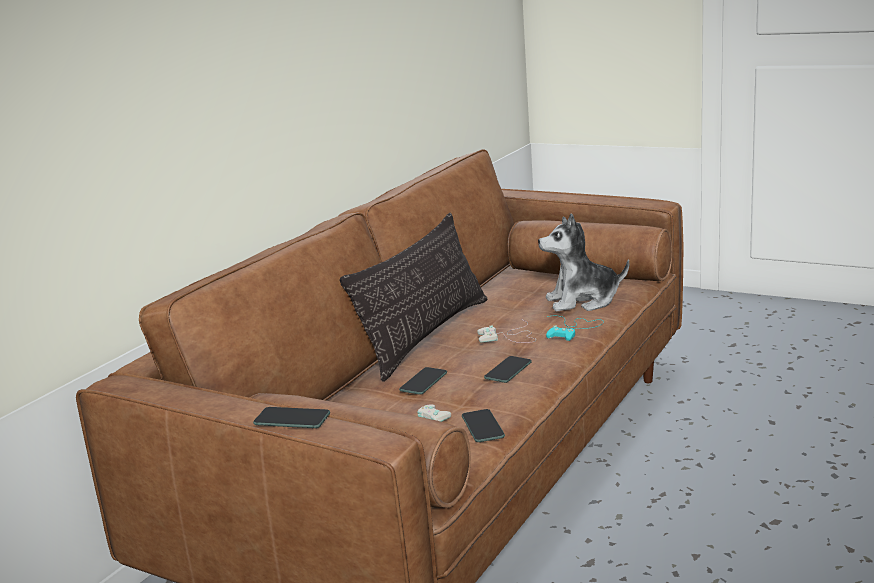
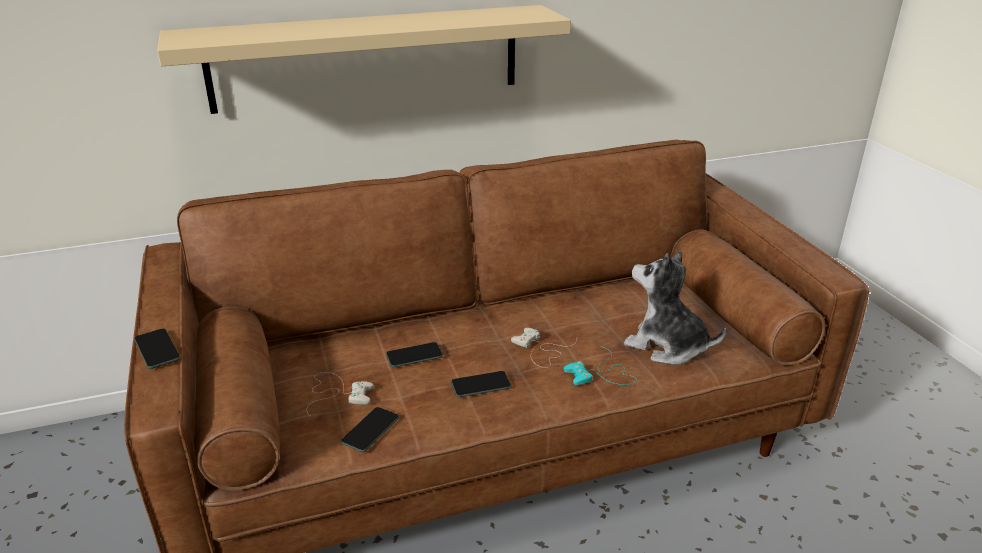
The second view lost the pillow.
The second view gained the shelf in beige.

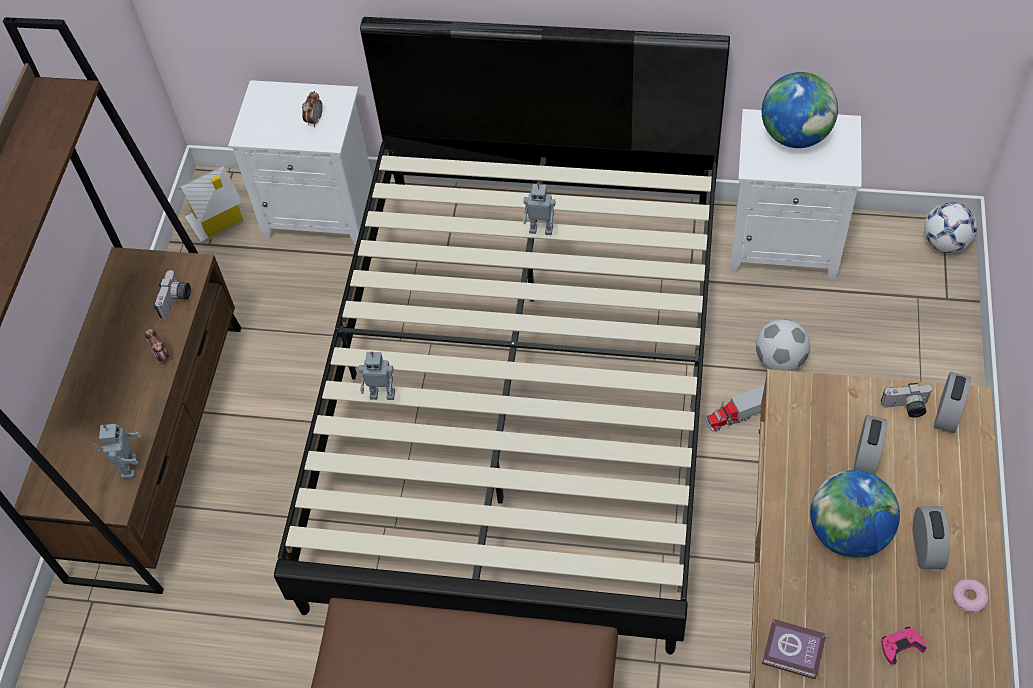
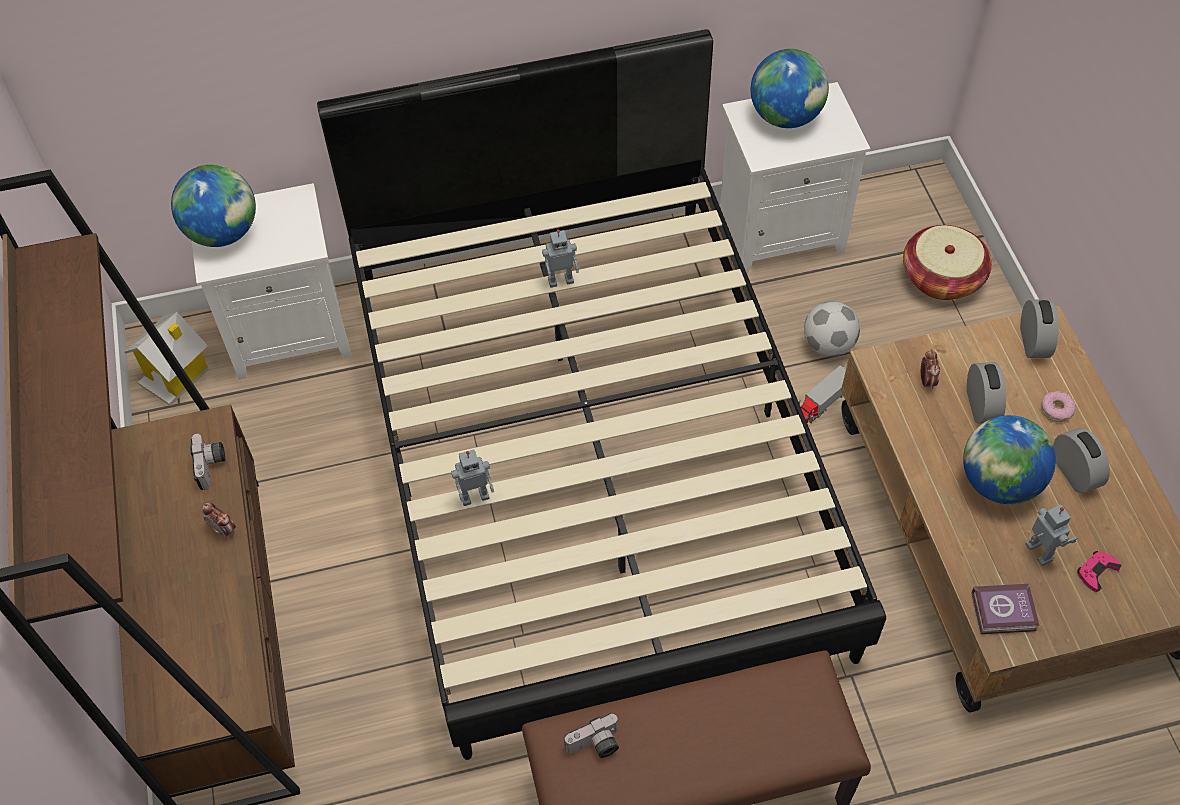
The alarm clock (no. 2 from left) ended up elsewhere.
The second view lost the football (no. 2 from left).
The photo camera (no. 2 from left) ended up elsewhere.
The toy robot (no. 1 from left in the first image) ended up elsewhere.
The donut ended up elsewhere.
The second view gained the globe (no. 1 from left).
The second view gained the basket.

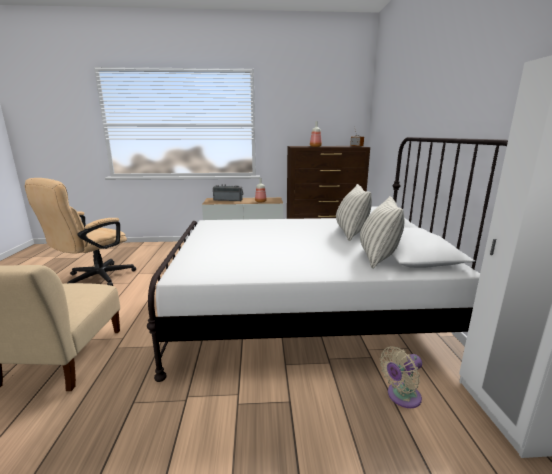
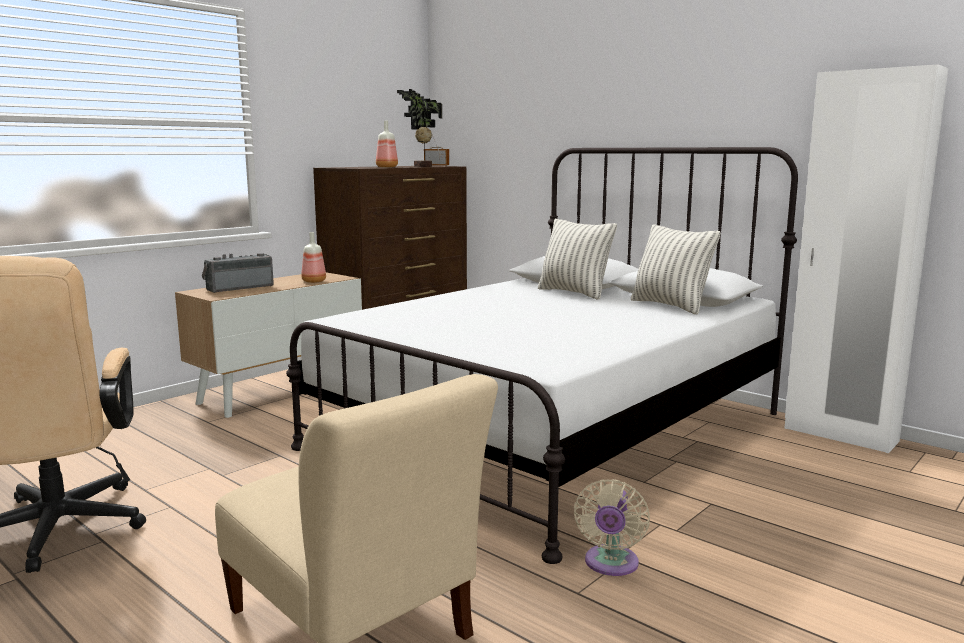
The fan in beige ended up elsewhere.
The second view gained the potted plant.

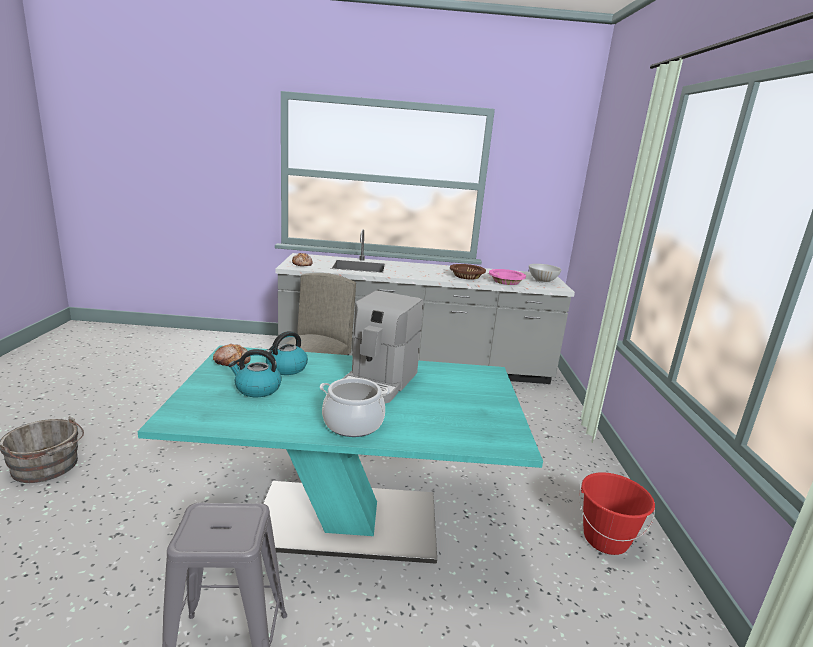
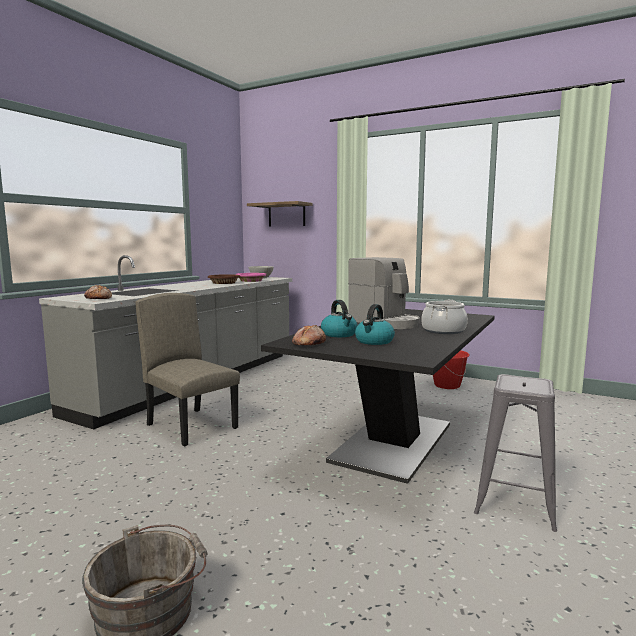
What was the dining table in turquoise turned into the dining table in black.
The second view gained the shelf.

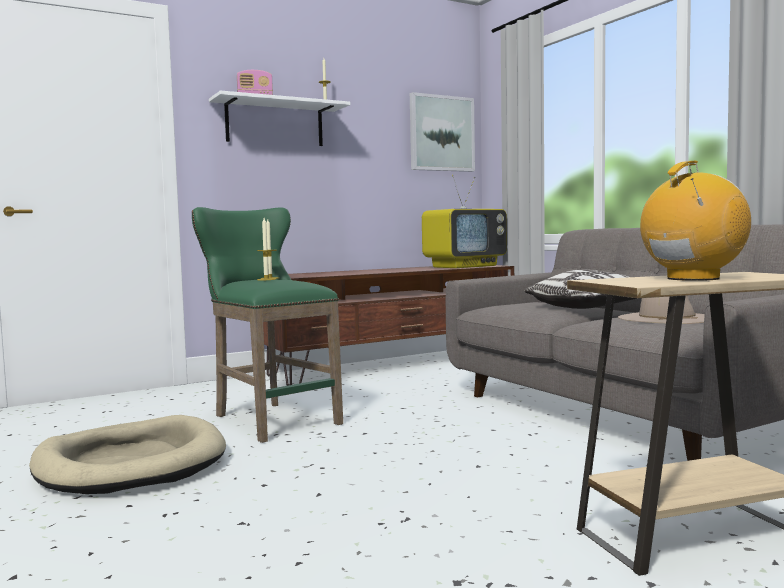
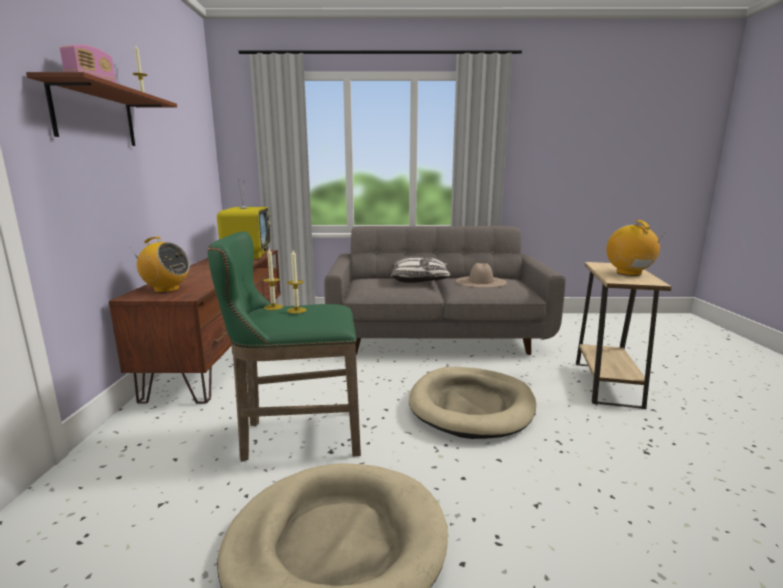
What was the shelf in white turned into the shelf in brown.
The second view lost the picture.
The second view gained the radio (no. 2 from left).
The second view gained the dog bed in beige (no. 2 from left).

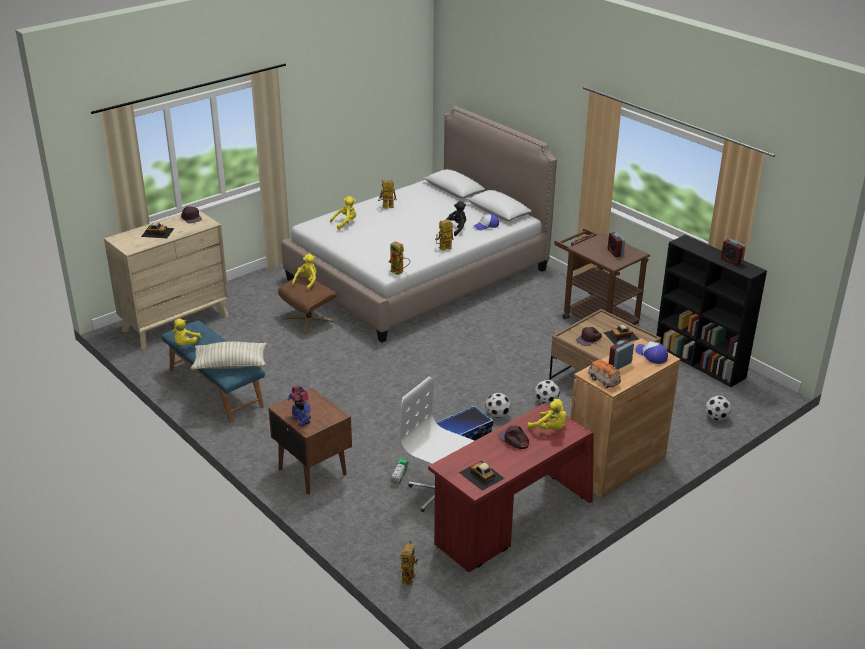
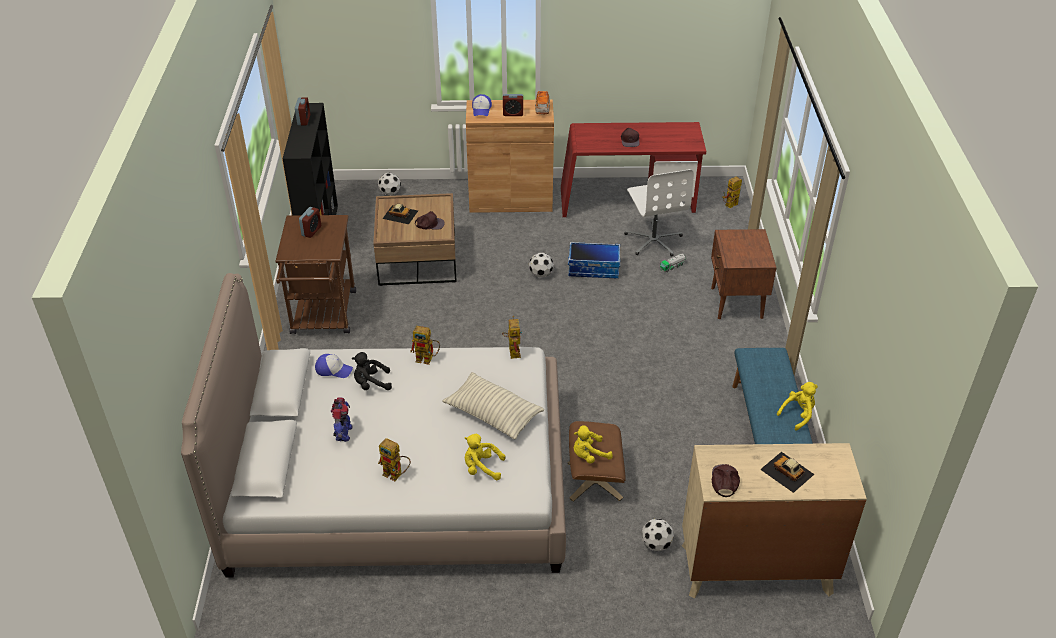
The pillow ended up elsewhere.
The football (no. 2 from left in the first image) ended up elsewhere.
The toy robot (no. 1 from left) ended up elsewhere.
The second view lost the plush toy in yellow (no. 4 from left).
The second view lost the toy car (no. 2 from left).

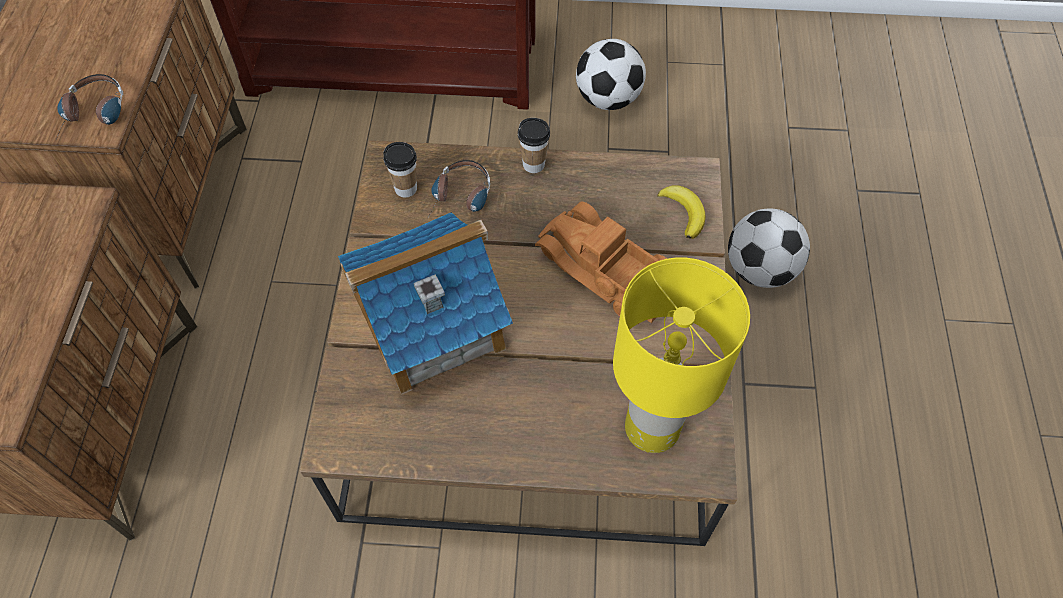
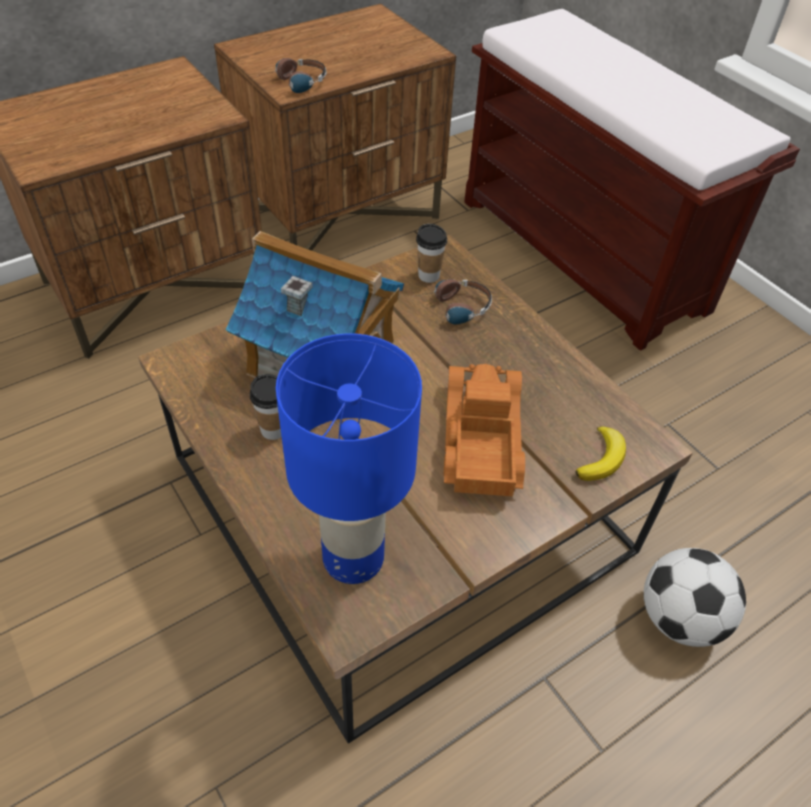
The second view lost the football (no. 1 from left).
The cup (no. 2 from left in the first image) ended up elsewhere.
What was the table lamp in yellow turned into the table lamp in blue.

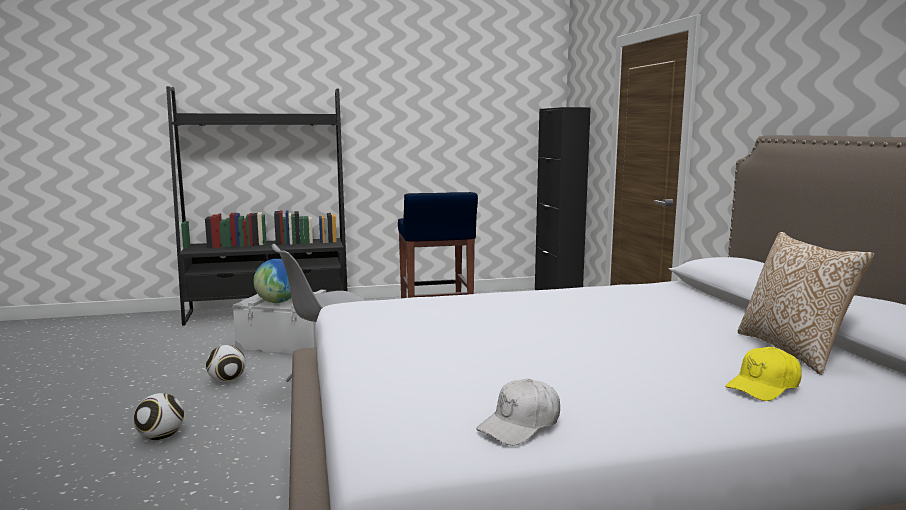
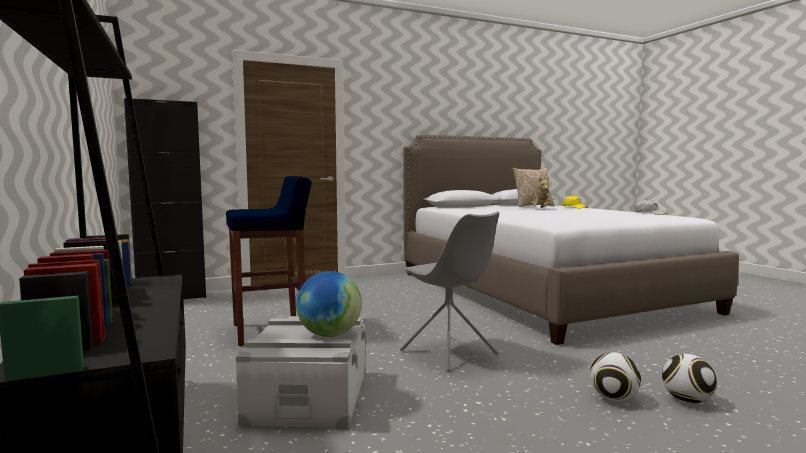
The football (no. 2 from left) ended up elsewhere.
The second view gained the plush toy.

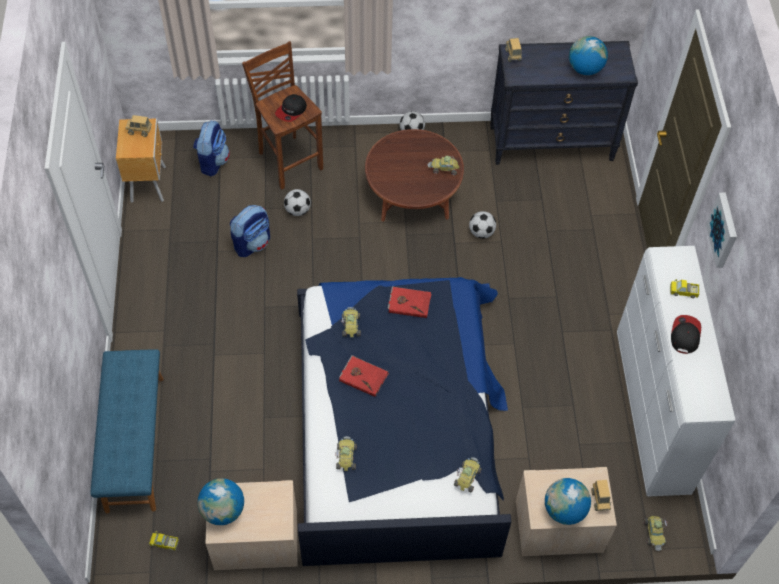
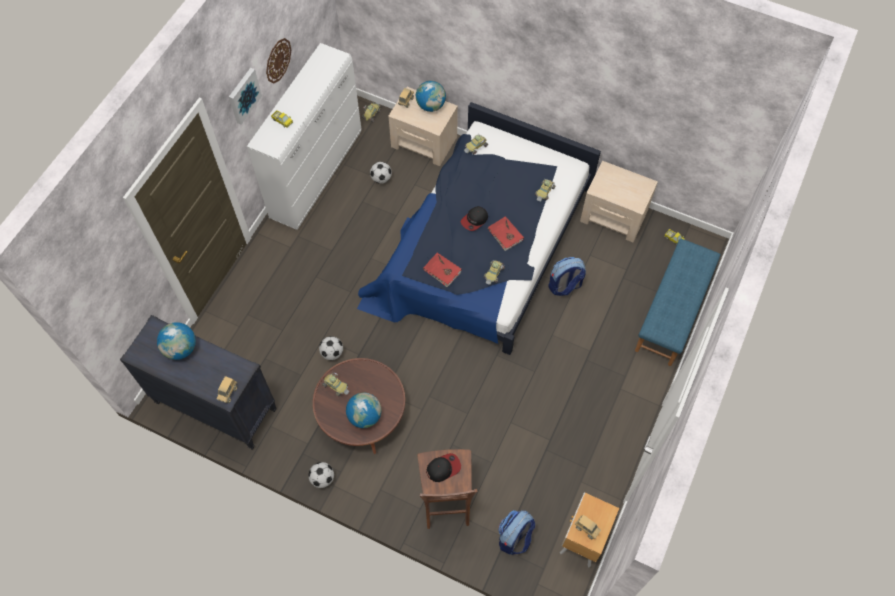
The football (no. 1 from left in the first image) ended up elsewhere.
The backpack (no. 2 from left) ended up elsewhere.
The cap (no. 2 from left) ended up elsewhere.
The globe (no. 1 from left in the first image) ended up elsewhere.
The second view gained the wall clock.

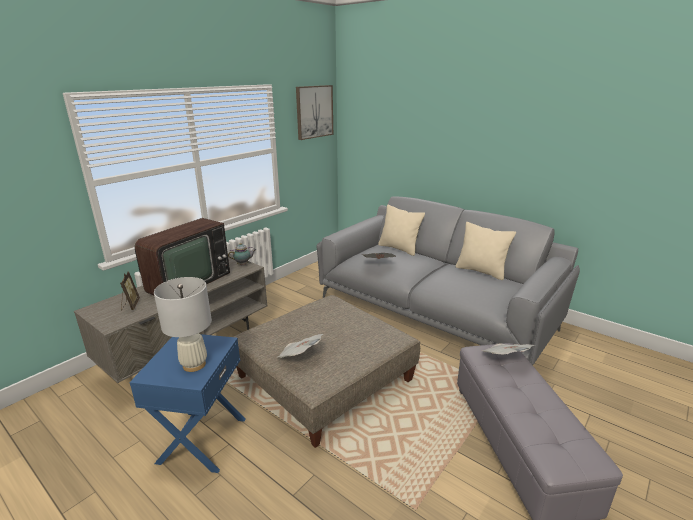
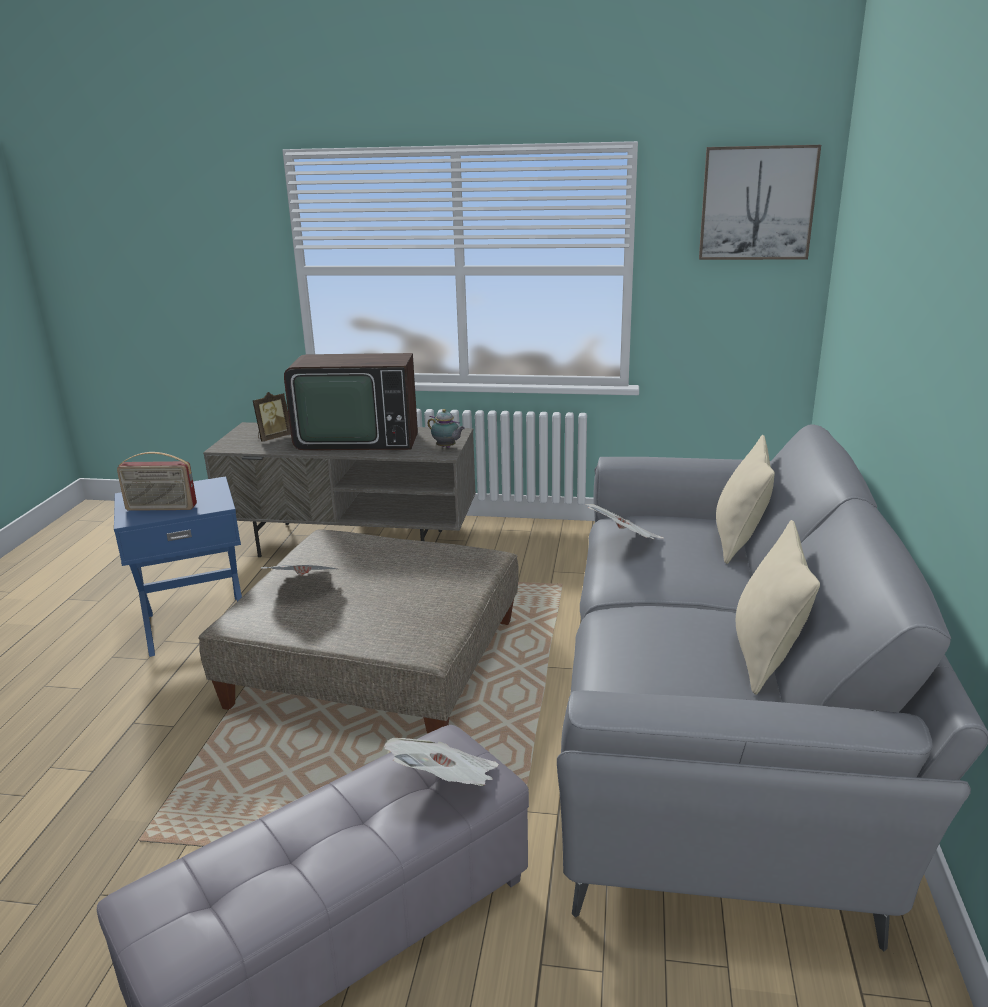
Where the table lamp in white stood, the radio came to stand.

